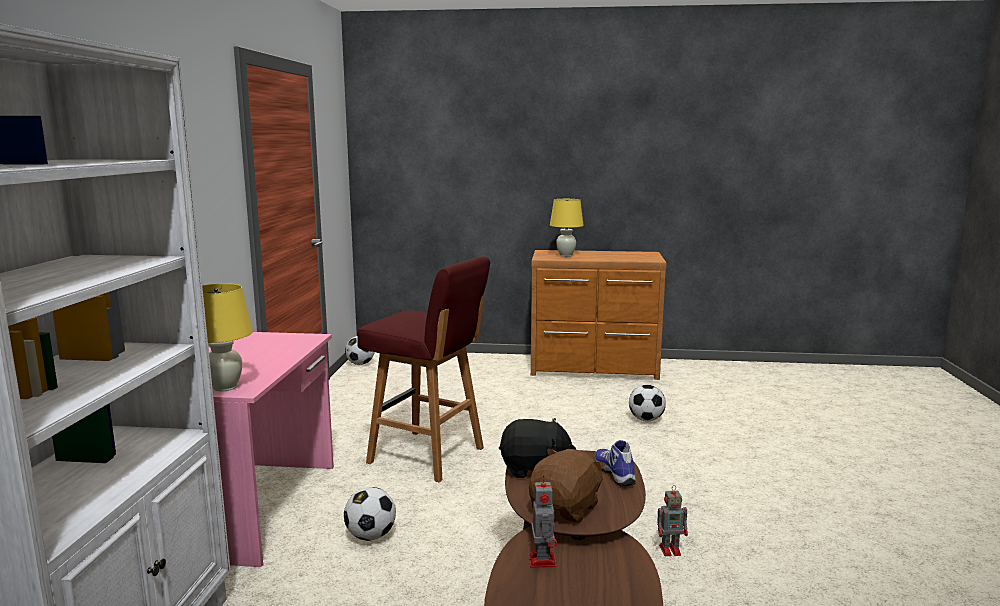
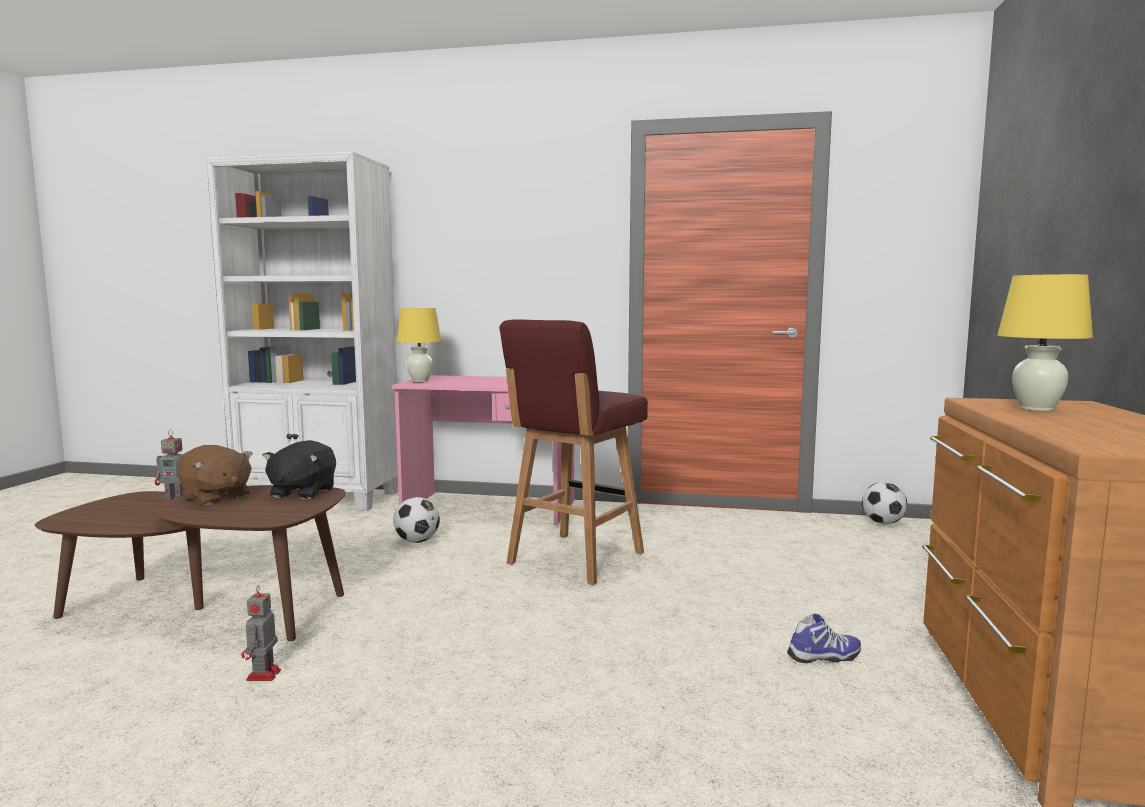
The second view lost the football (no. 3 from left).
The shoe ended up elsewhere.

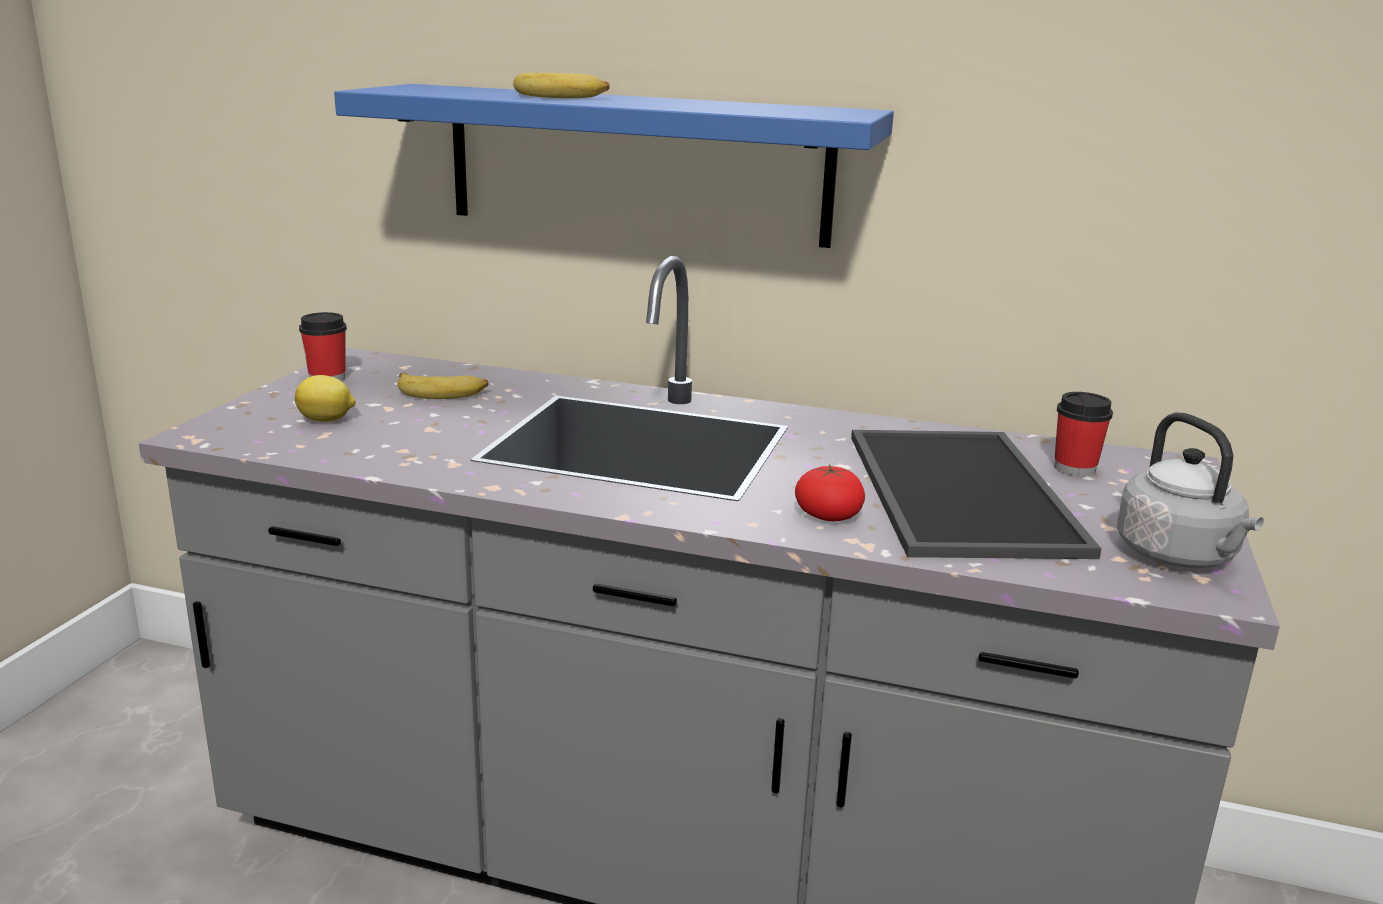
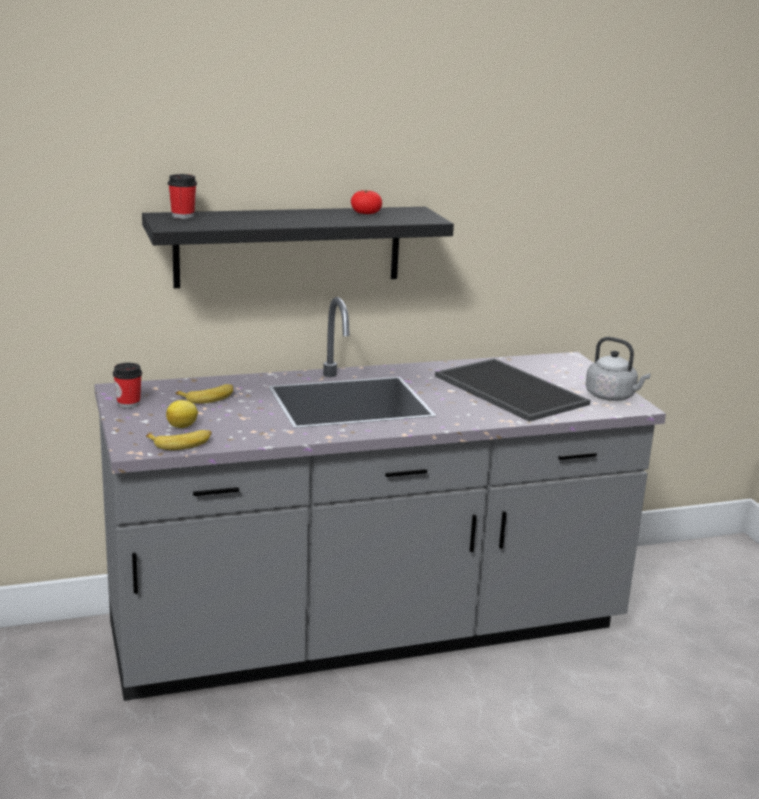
The banana (no. 2 from left in the first image) ended up elsewhere.
What was the shelf in blue turned into the shelf in black.
The cup (no. 2 from left) ended up elsewhere.
The tomato ended up elsewhere.

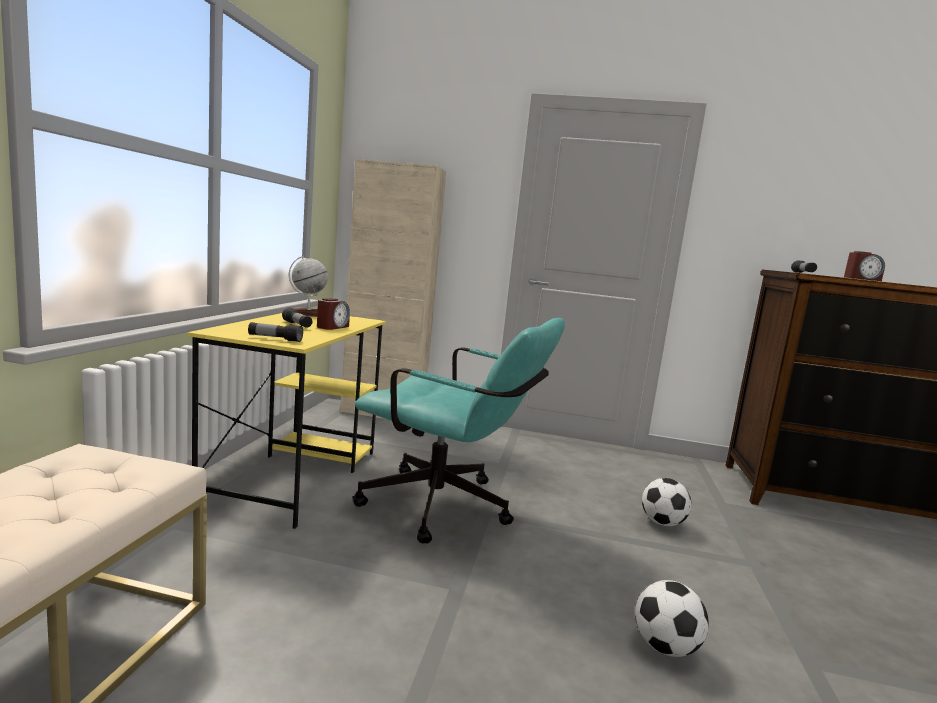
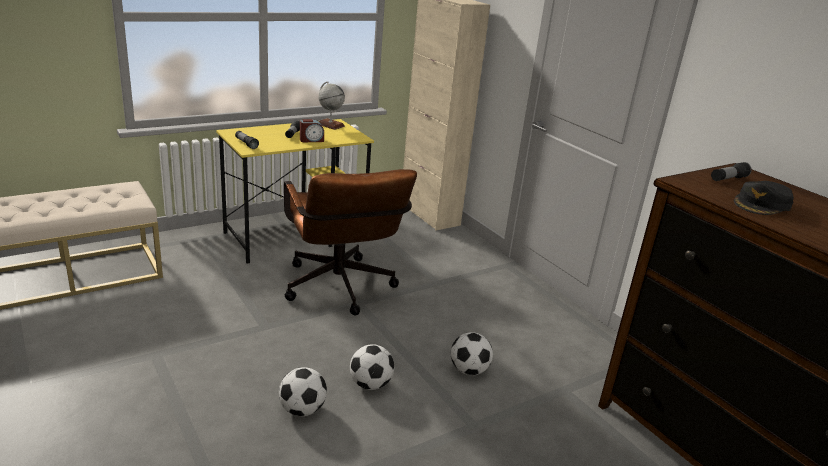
Where the alarm clock (no. 2 from left) stood, the cap in black came to stand.
What was the office chair in turquoise turned into the office chair in brown.
The second view gained the football (no. 2 from left).

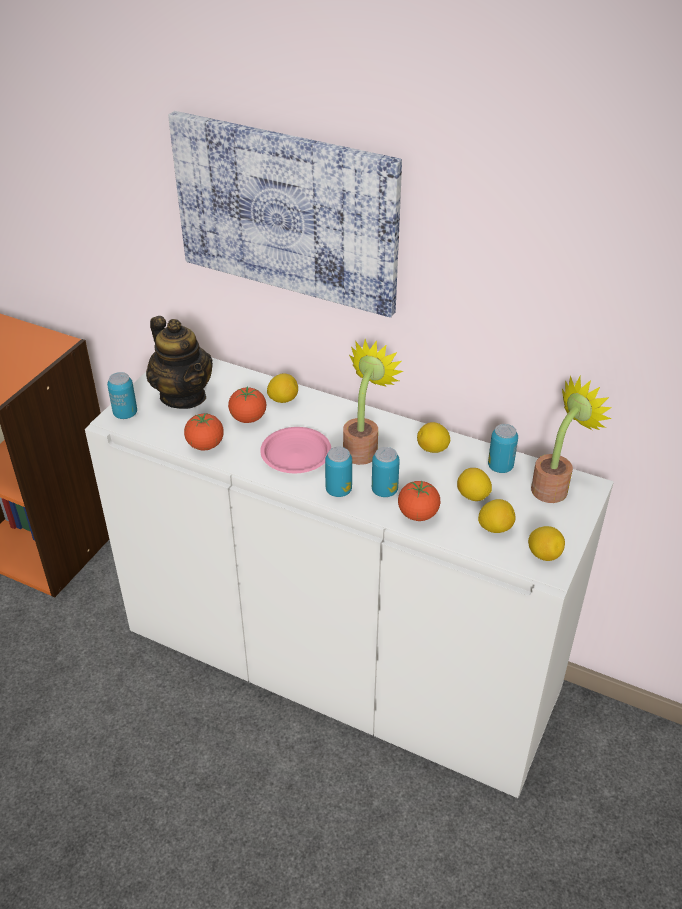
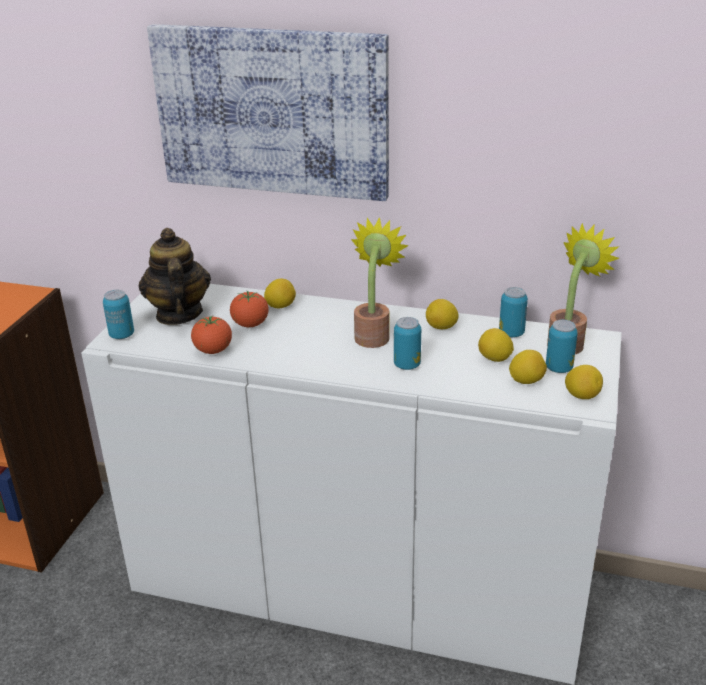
The teapot ended up facing another way, 150 degrees counterclockwise from before.
The second view lost the plate in pink.
The can (no. 2 from left in the first image) ended up elsewhere.
The second view lost the tomato (no. 3 from left).

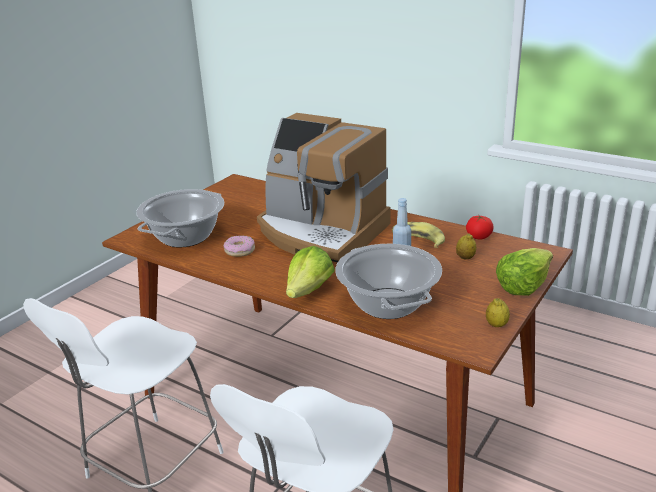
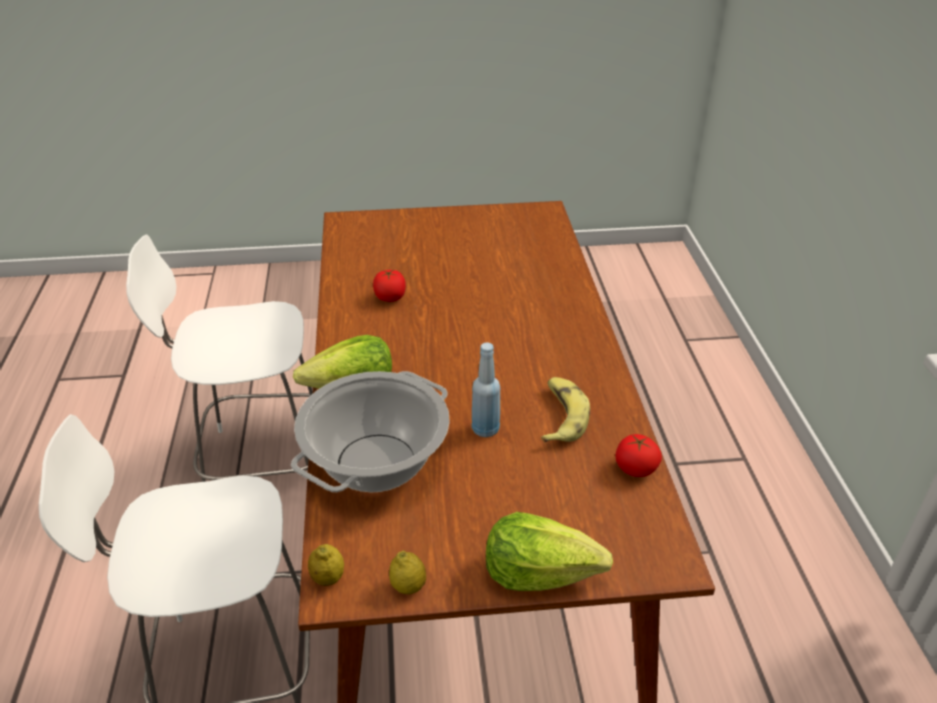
The second view lost the coffee machine.
The second view lost the cooking pot (no. 1 from left).
The lemon (no. 1 from left) ended up elsewhere.
Where the donut stood, the tomato (no. 1 from left) came to stand.

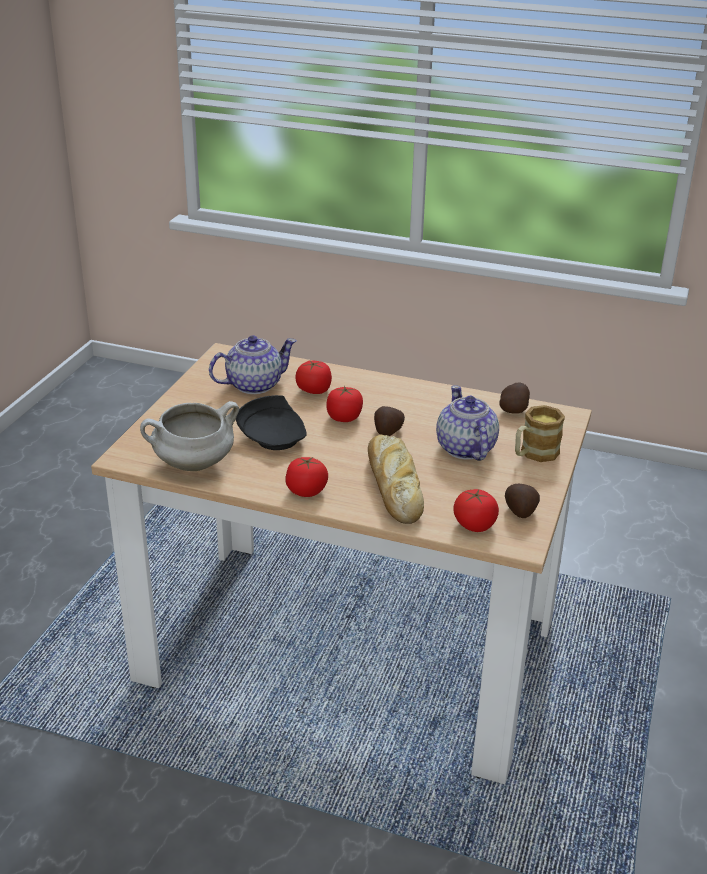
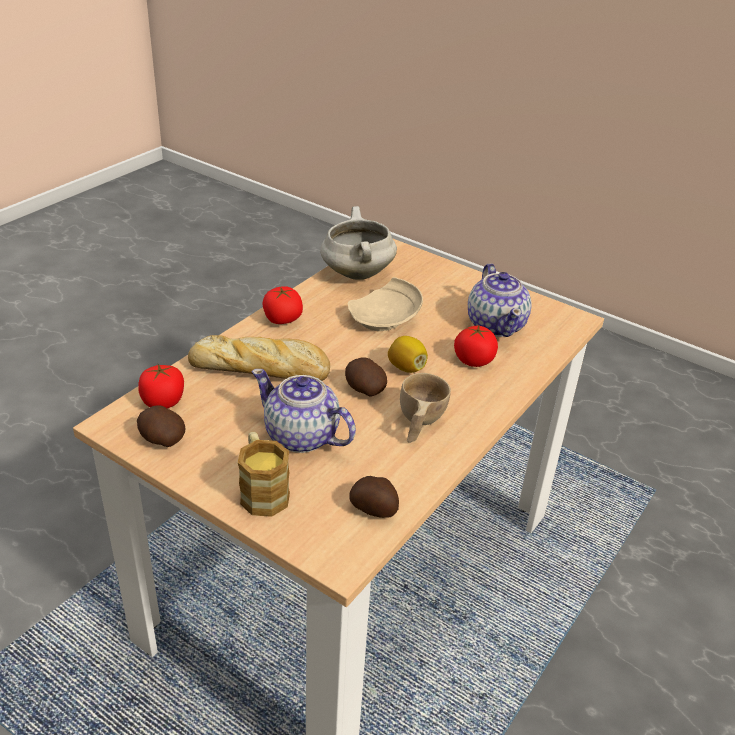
The teapot (no. 2 from left in the first image) ended up facing another way, 150 degrees counterclockwise from before.
Where the tomato (no. 3 from left) stood, the lemon came to stand.
What was the plate in black turned into the plate in beige.
The second view gained the cup in beige.

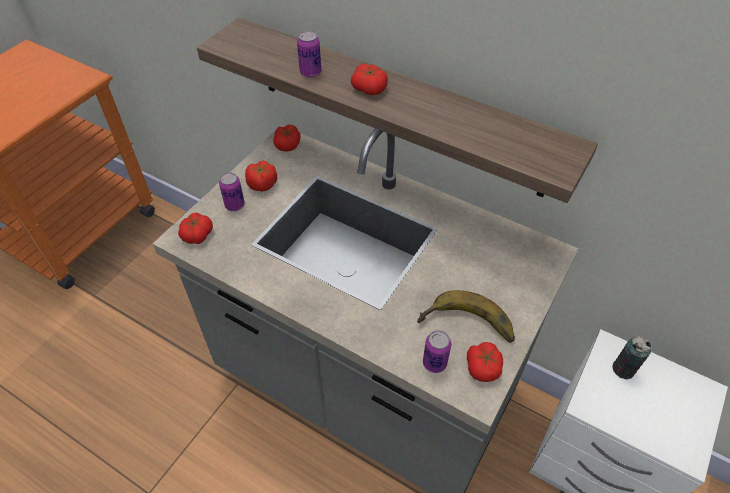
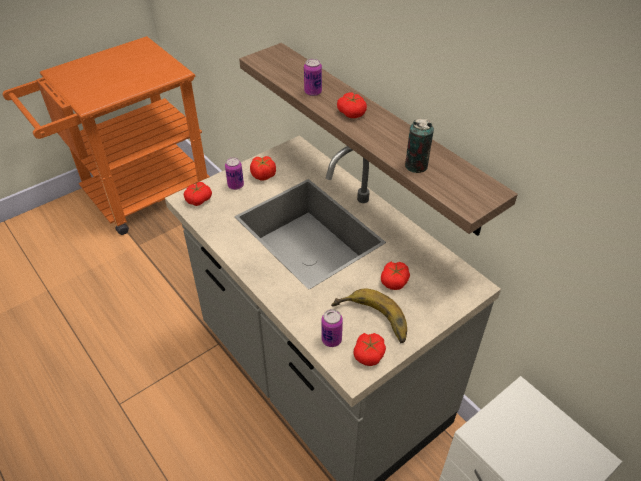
The tomato (no. 3 from left in the first image) ended up elsewhere.
The can (no. 4 from left) ended up elsewhere.

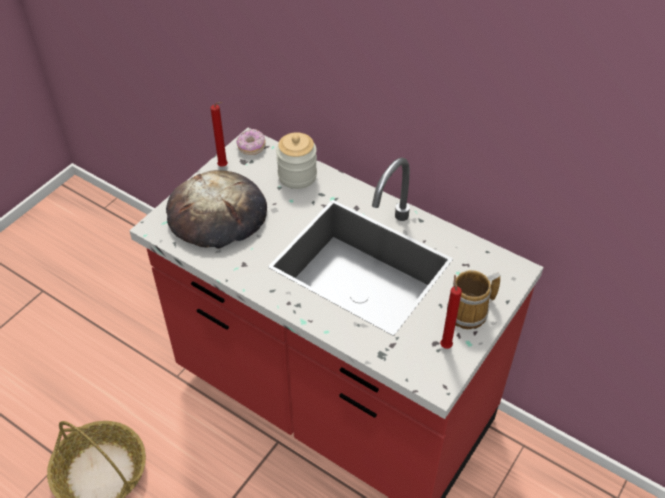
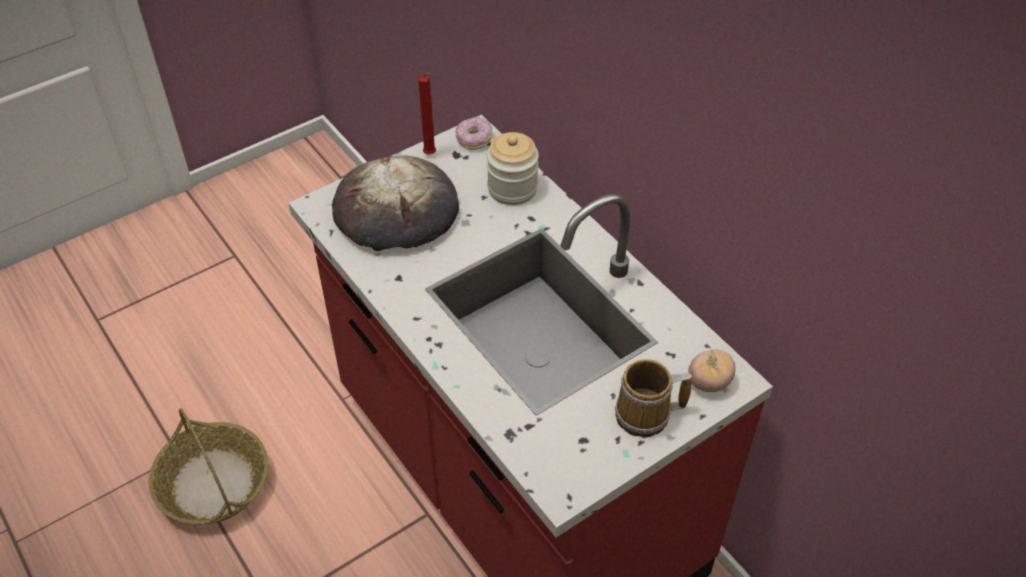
The second view lost the candle in red (no. 2 from left).
The second view gained the tomato.

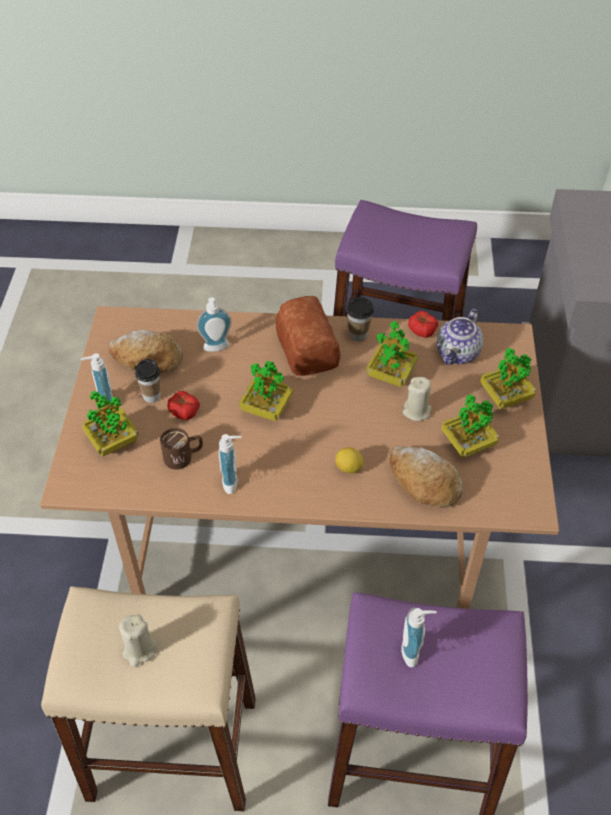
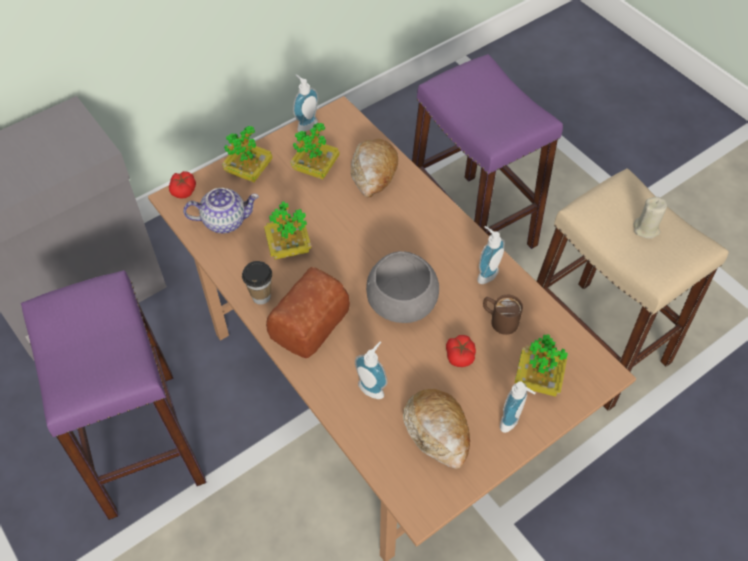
The tomato (no. 2 from left in the first image) ended up elsewhere.
The second view lost the cup (no. 1 from left).
Where the potted plant (no. 2 from left) stood, the bowl in grey came to stand.
The second view lost the candle in beige (no. 2 from left).
The second view lost the lemon.
The soap dispenser (no. 4 from left in the first image) ended up elsewhere.

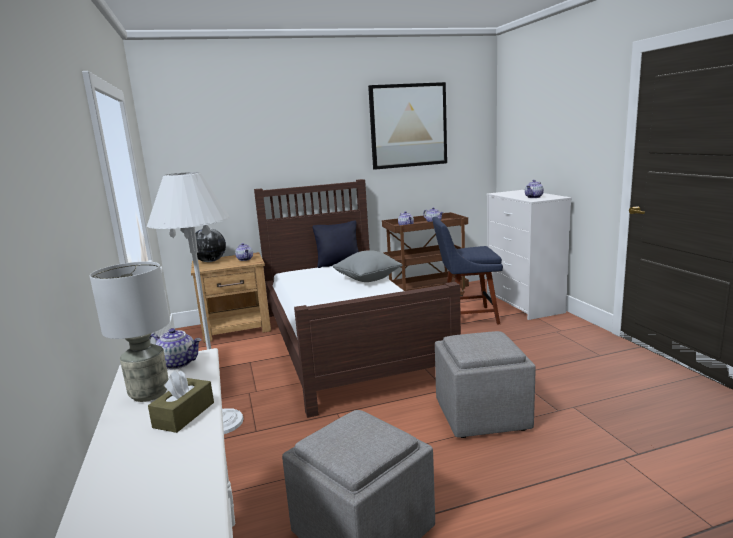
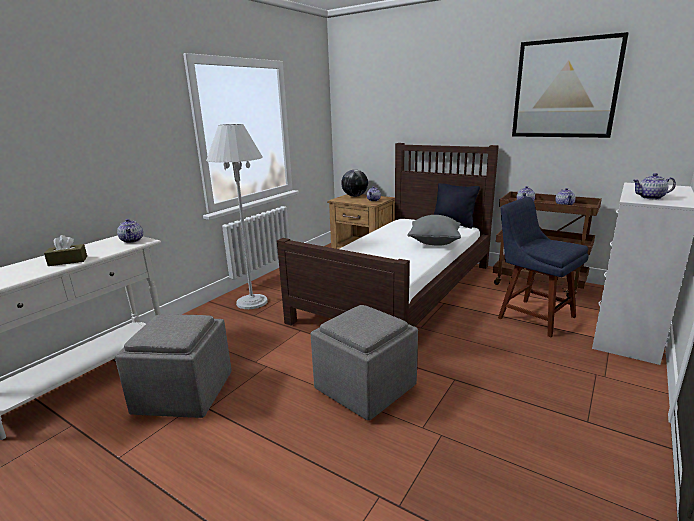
The second view lost the table lamp in grey.

